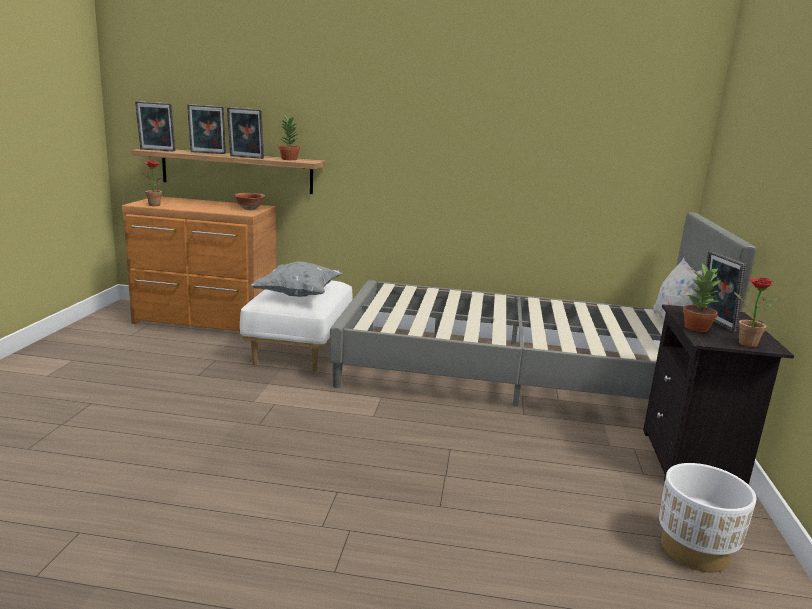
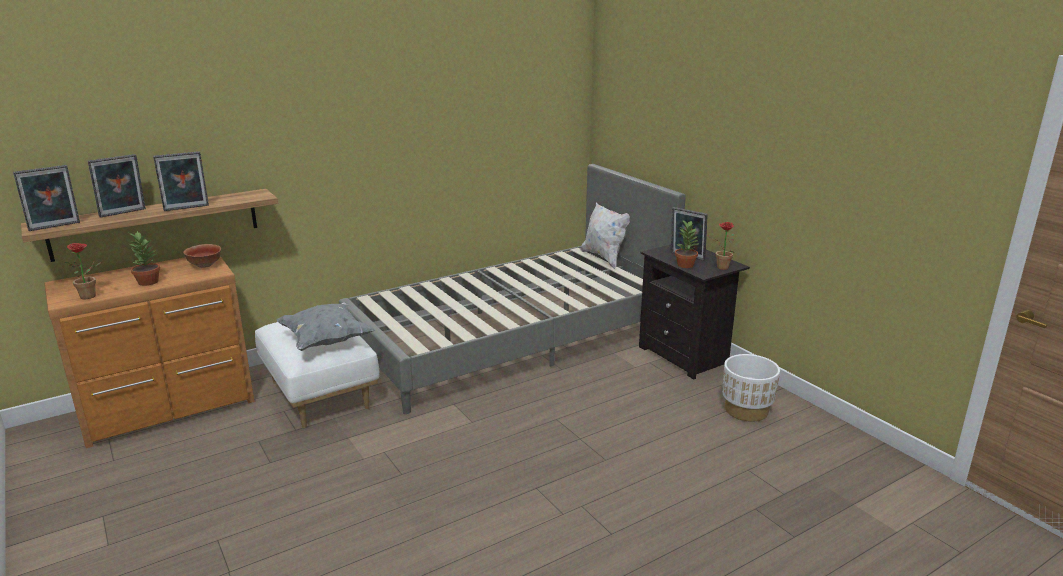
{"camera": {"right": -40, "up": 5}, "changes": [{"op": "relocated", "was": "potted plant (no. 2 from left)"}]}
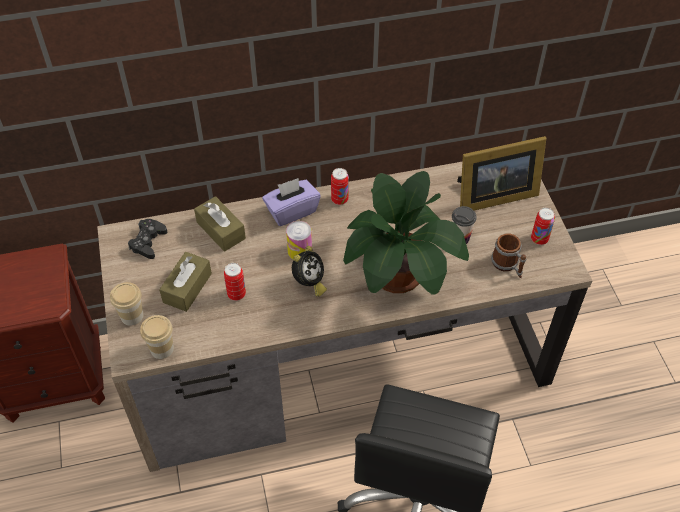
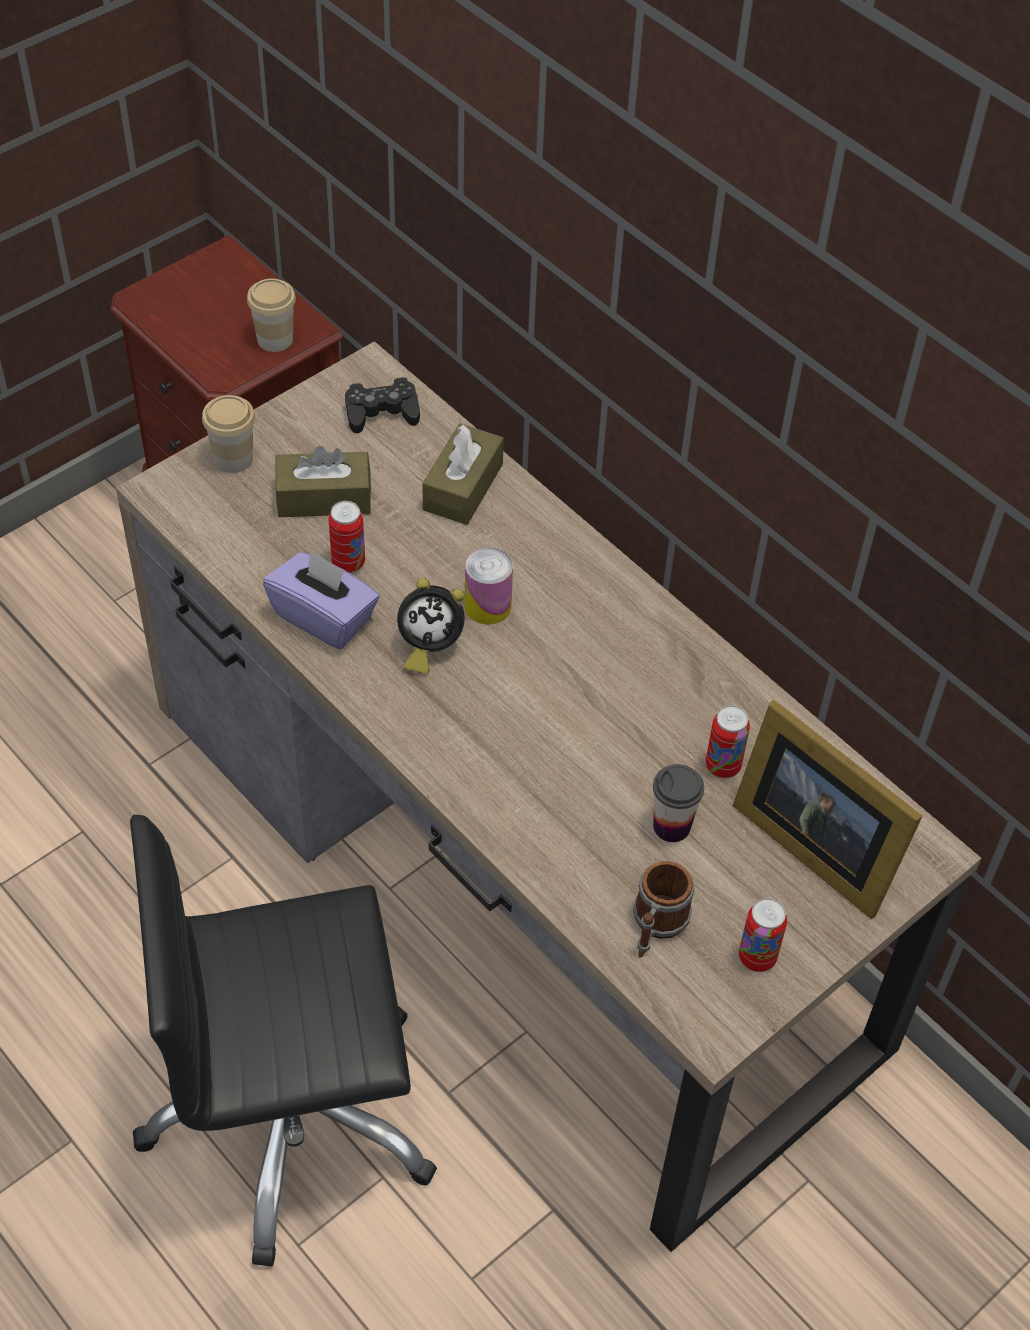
{"camera": {"right": 60, "up": 0}, "changes": [{"op": "relocated", "was": "cup (no. 2 from left)"}, {"op": "relocated", "was": "purple tissue box"}, {"op": "relocated", "was": "can (no. 3 from left)"}, {"op": "missing", "was": "potted plant"}]}
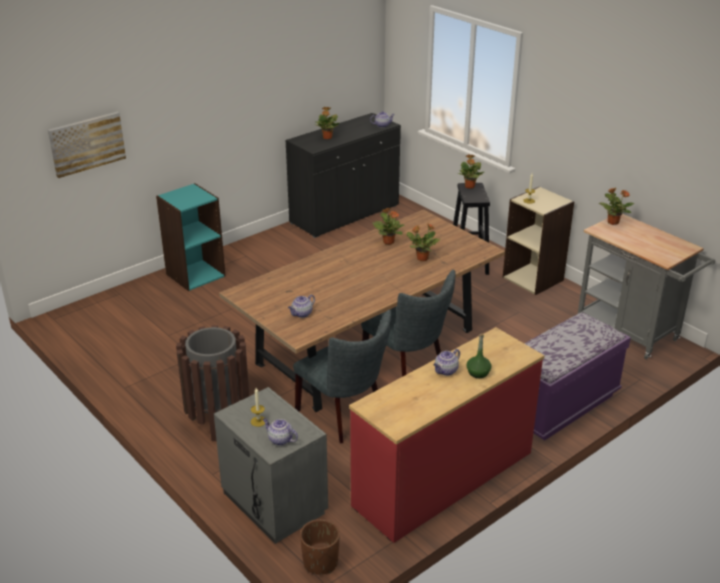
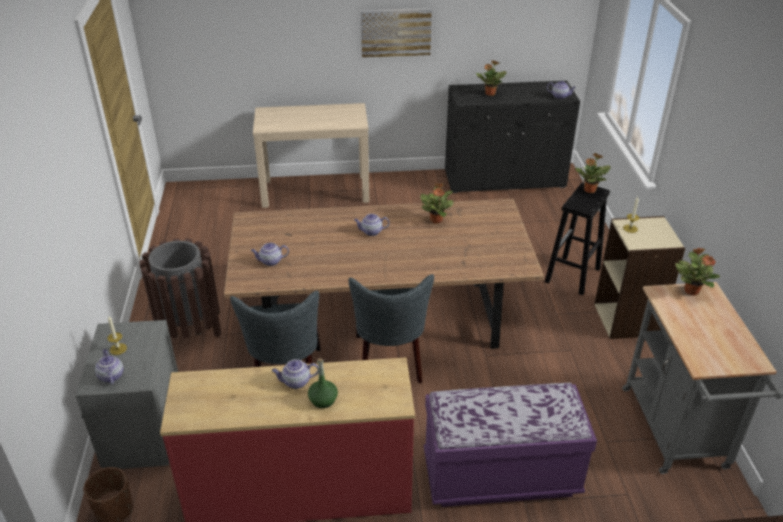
{"camera": {"right": 35, "up": 5}, "changes": [{"op": "exchanged", "was": "turquoise bookcase", "now": "beige console table"}, {"op": "appeared", "now": "teapot (no. 4 from left)"}, {"op": "relocated", "was": "picture"}, {"op": "missing", "was": "potted plant (no. 3 from left)"}]}
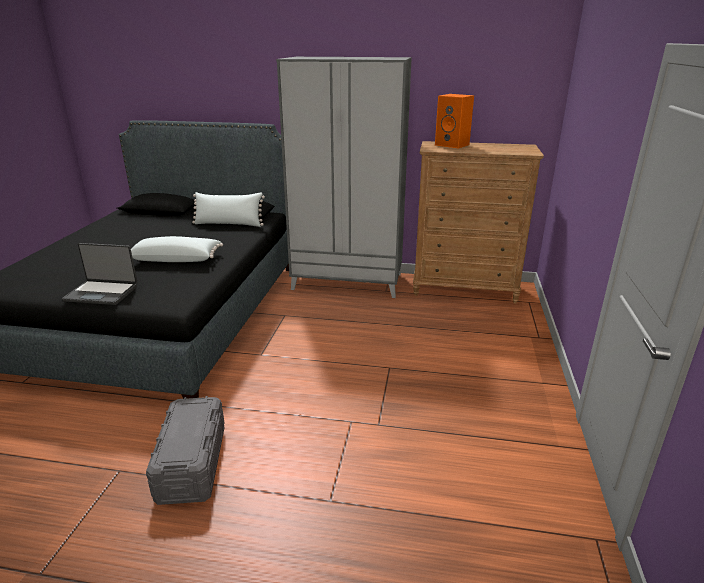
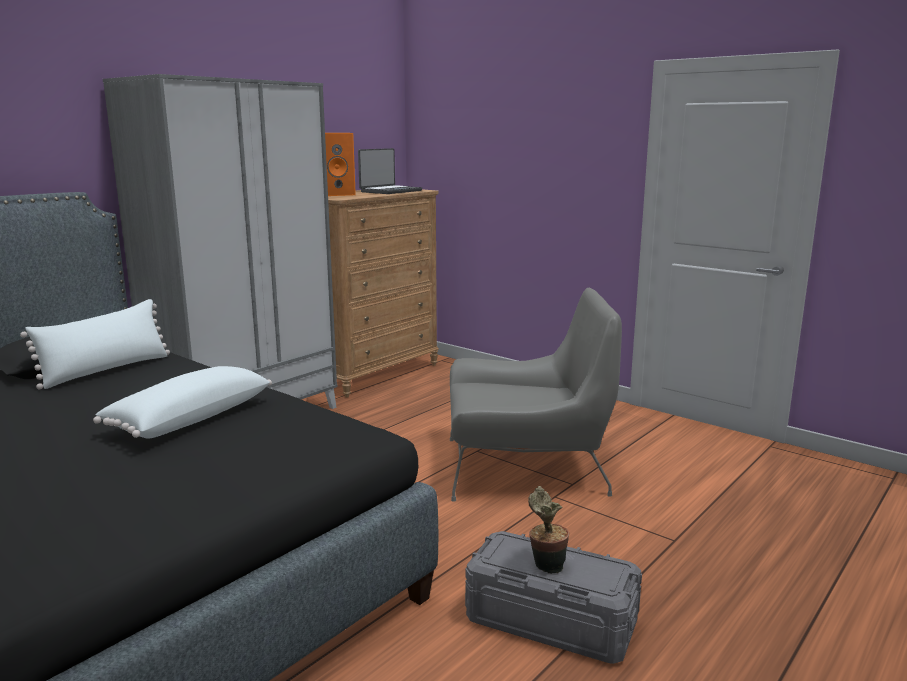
{"camera": {"right": -60, "up": -10}, "changes": [{"op": "relocated", "was": "laptop"}, {"op": "appeared", "now": "grey armchair"}, {"op": "appeared", "now": "potted plant"}]}
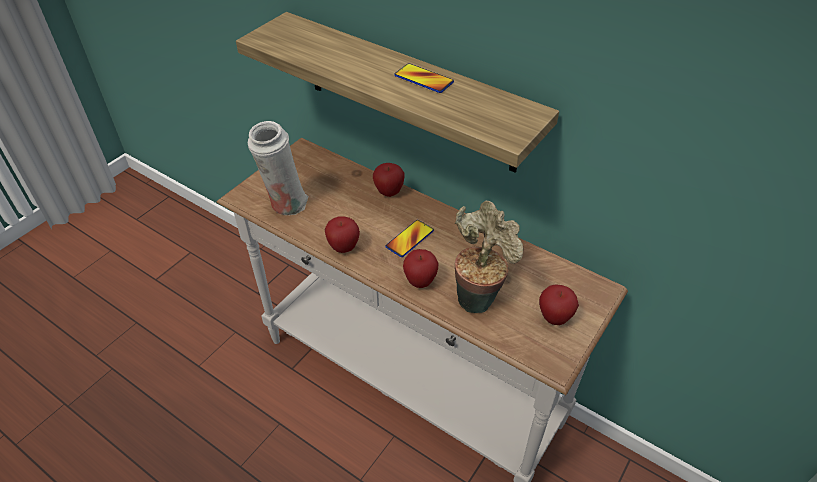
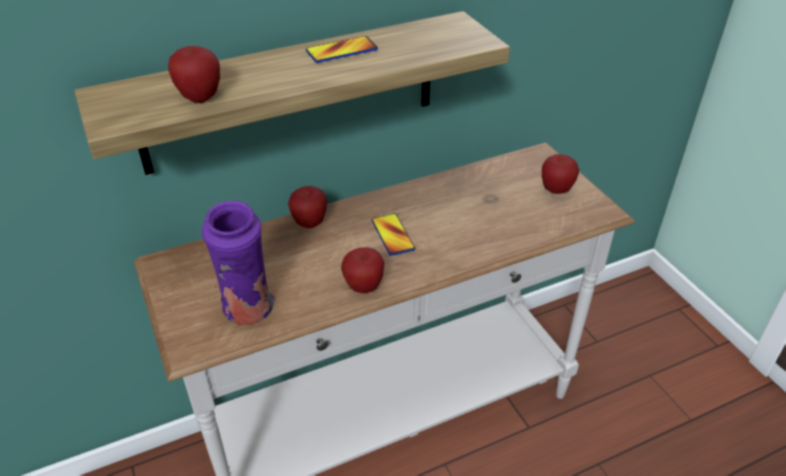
{"camera": {"right": -60, "up": -5}, "changes": [{"op": "relocated", "was": "apple (no. 3 from left in the first image)", "now": "apple (no. 1 from left)"}, {"op": "colour", "was": "white vase", "now": "purple vase"}, {"op": "missing", "was": "potted plant"}]}
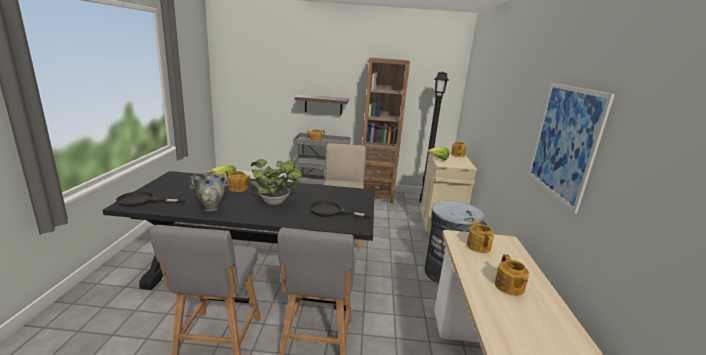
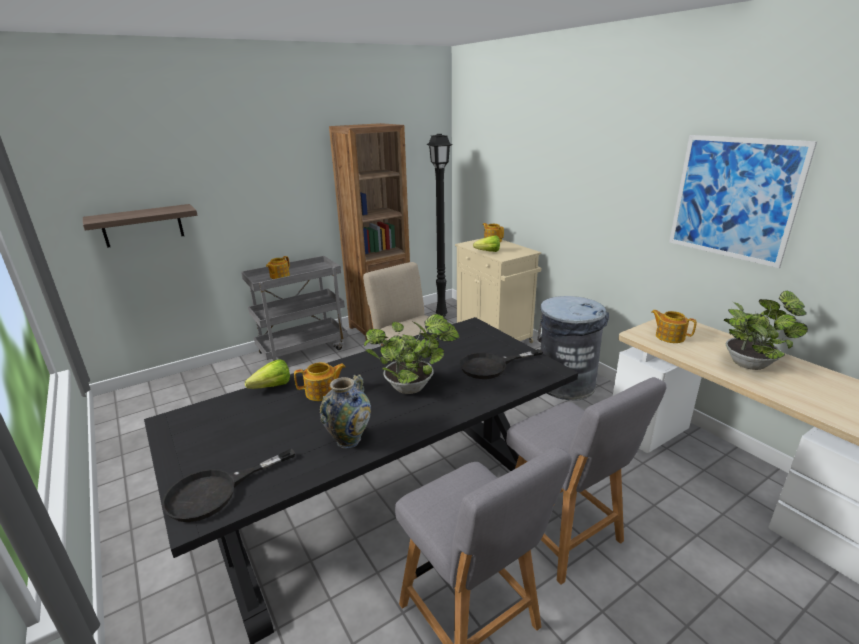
{"camera": {"right": -35, "up": 5}, "changes": [{"op": "relocated", "was": "shelf"}, {"op": "exchanged", "was": "teapot (no. 5 from left)", "now": "potted plant (no. 2 from left)"}]}
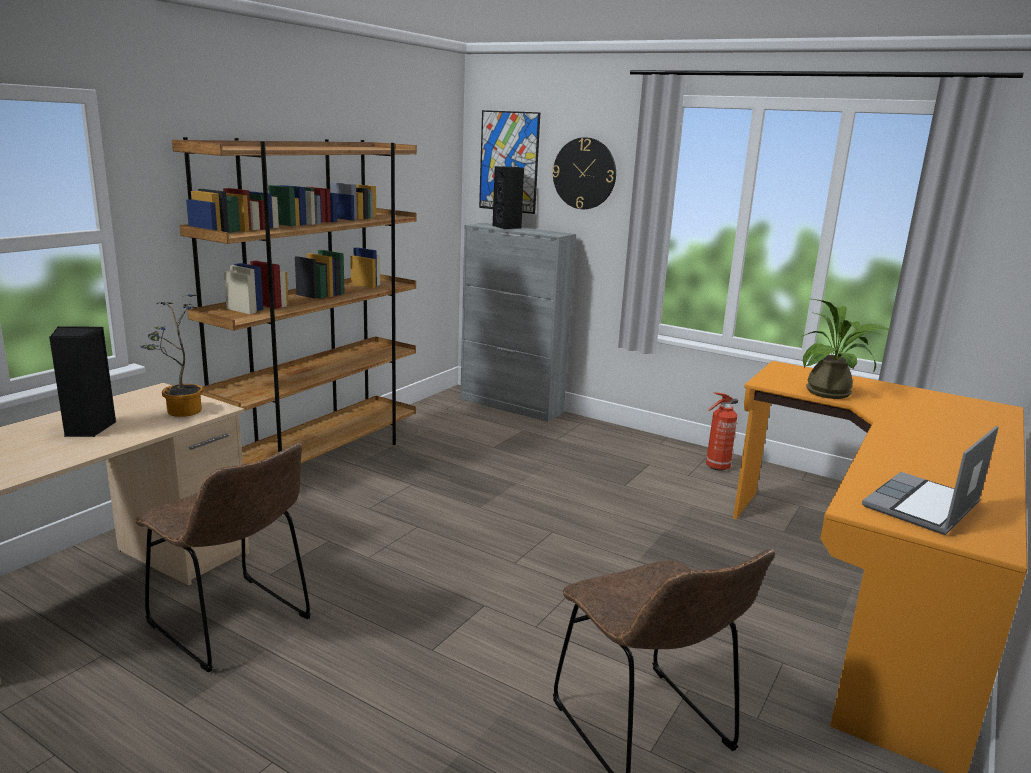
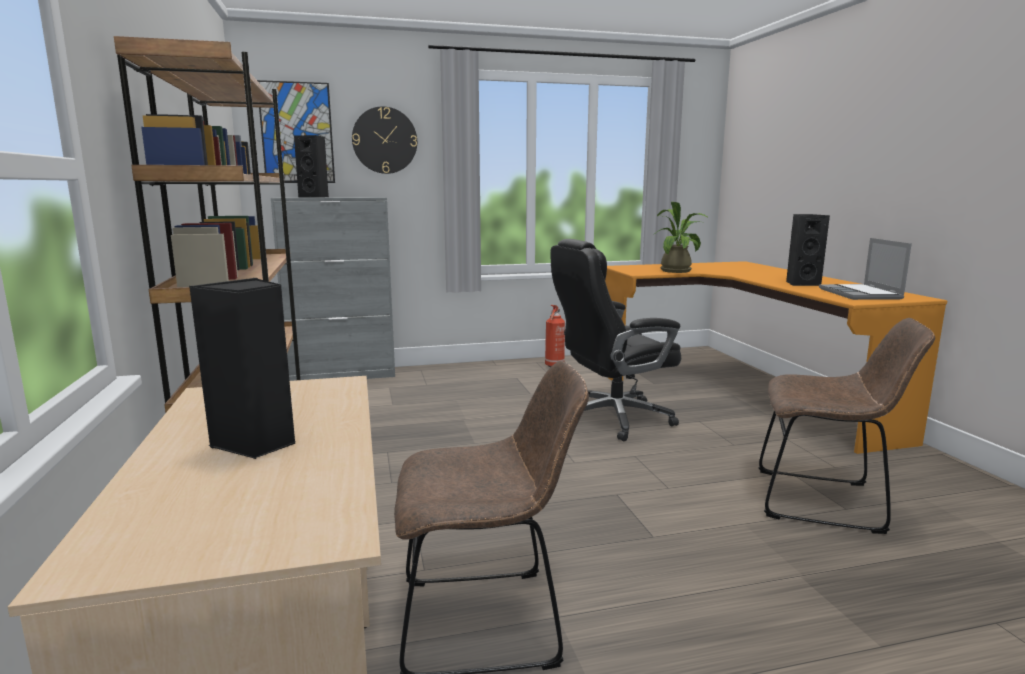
{"camera": {"right": -45, "up": -5}, "changes": [{"op": "appeared", "now": "black office chair"}, {"op": "appeared", "now": "black speaker (no. 3 from left)"}, {"op": "missing", "was": "potted plant (no. 1 from left)"}]}
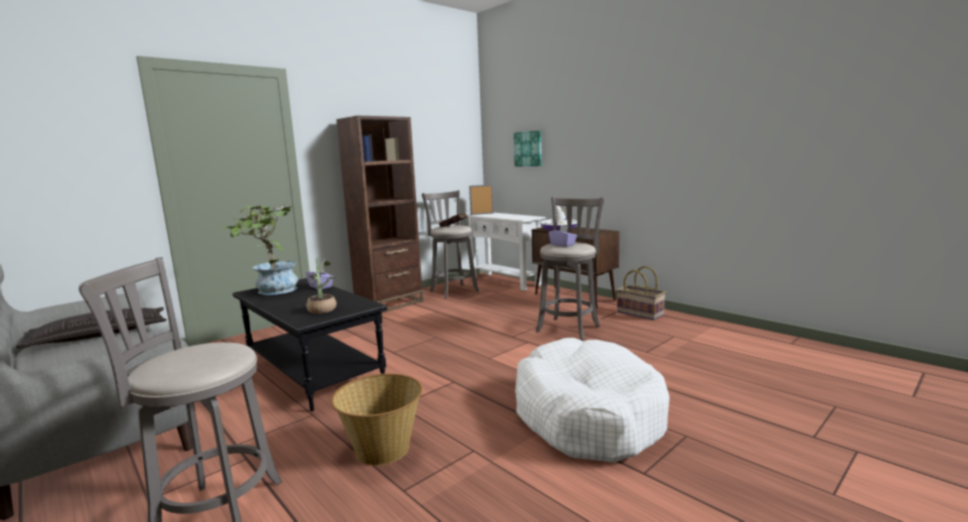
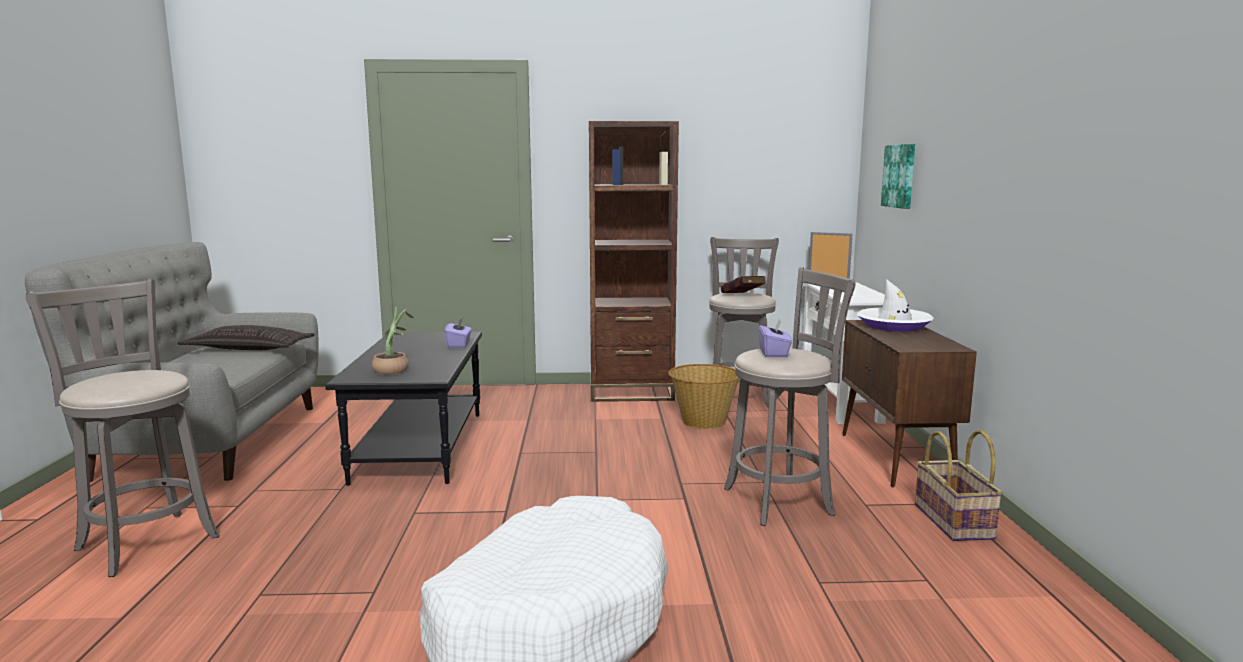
{"camera": {"right": 40, "up": 0}, "changes": [{"op": "relocated", "was": "basket (no. 1 from left)"}, {"op": "missing", "was": "potted plant (no. 1 from left)"}]}
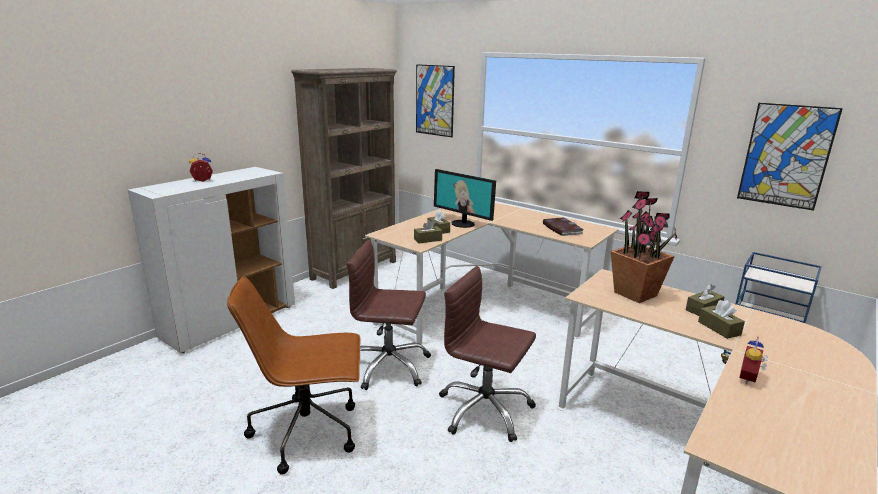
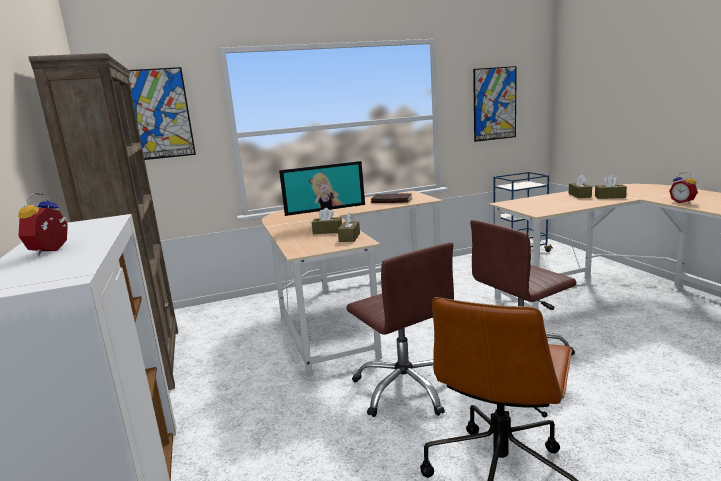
{"camera": {"right": -55, "up": -5}, "changes": [{"op": "spun", "was": "brown office chair (no. 2 from left in the first image)", "clockwise": -75}, {"op": "missing", "was": "potted plant"}]}
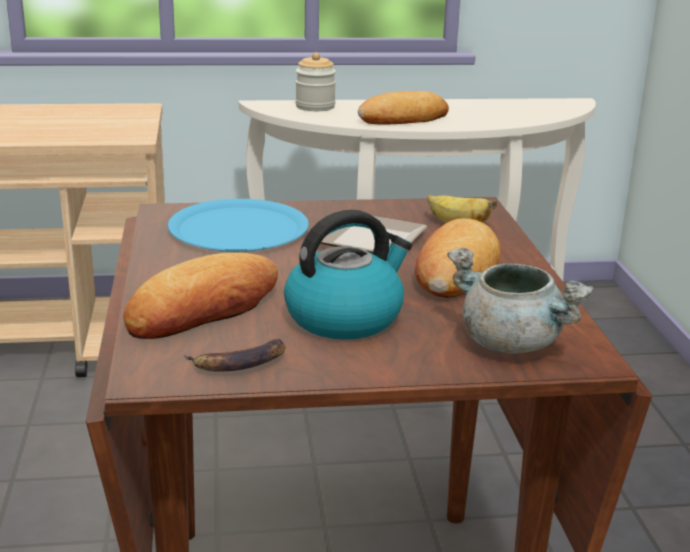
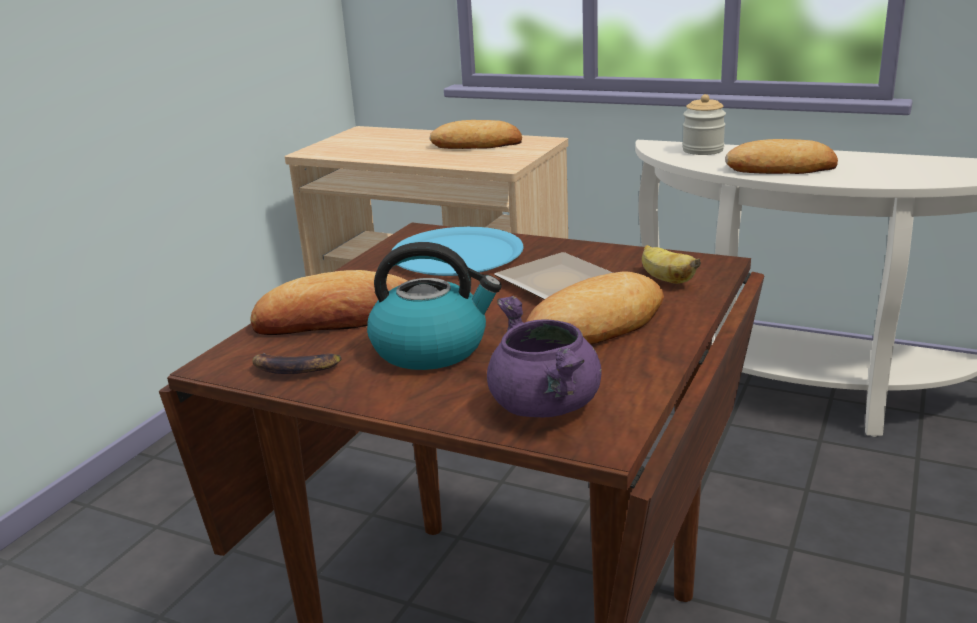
{"camera": {"right": 35, "up": 0}, "changes": [{"op": "appeared", "now": "bread (no. 2 from left)"}, {"op": "colour", "was": "grey cooking pot", "now": "purple cooking pot"}]}
